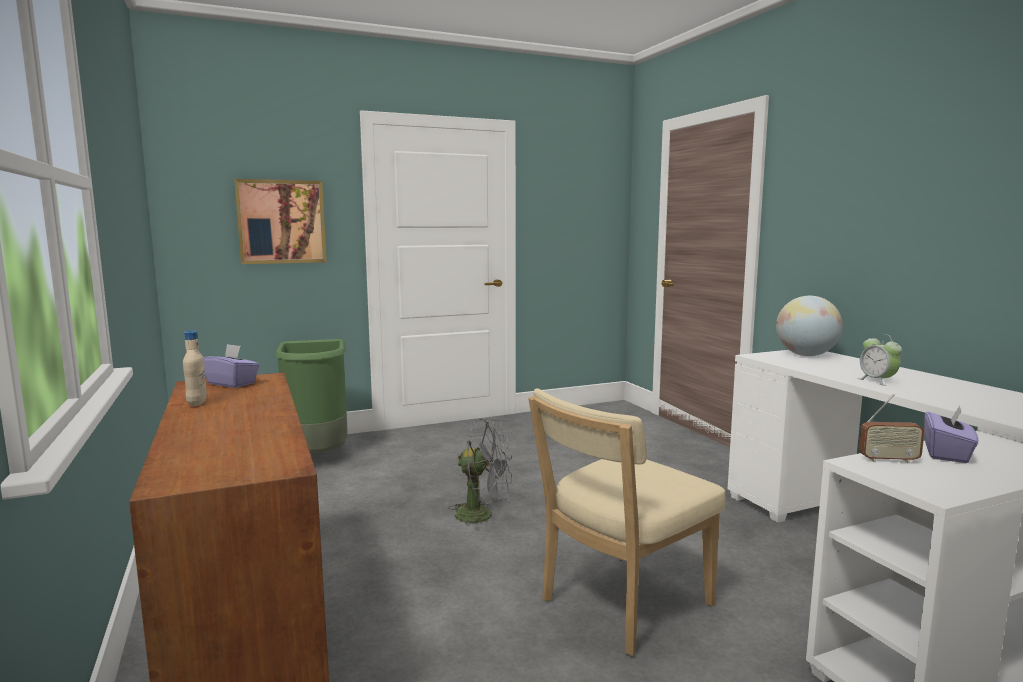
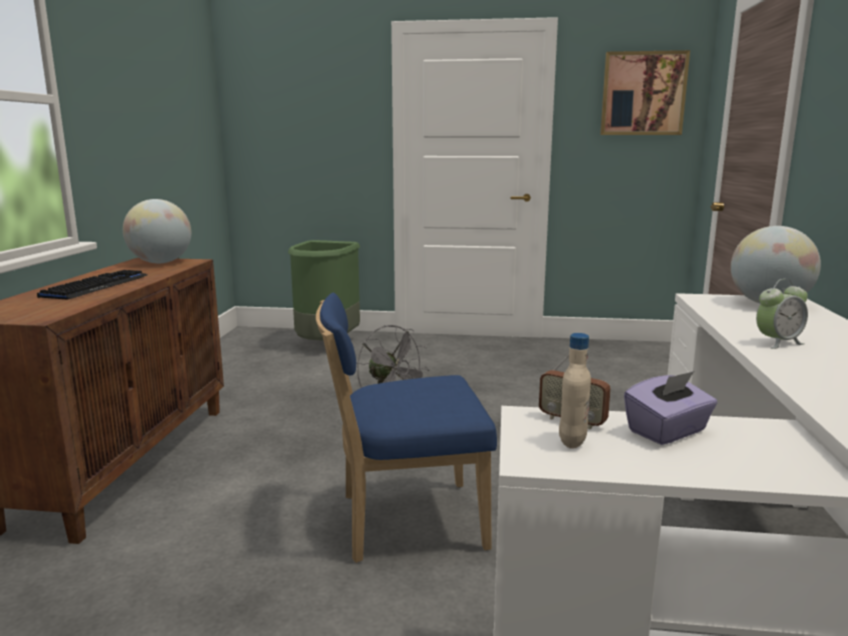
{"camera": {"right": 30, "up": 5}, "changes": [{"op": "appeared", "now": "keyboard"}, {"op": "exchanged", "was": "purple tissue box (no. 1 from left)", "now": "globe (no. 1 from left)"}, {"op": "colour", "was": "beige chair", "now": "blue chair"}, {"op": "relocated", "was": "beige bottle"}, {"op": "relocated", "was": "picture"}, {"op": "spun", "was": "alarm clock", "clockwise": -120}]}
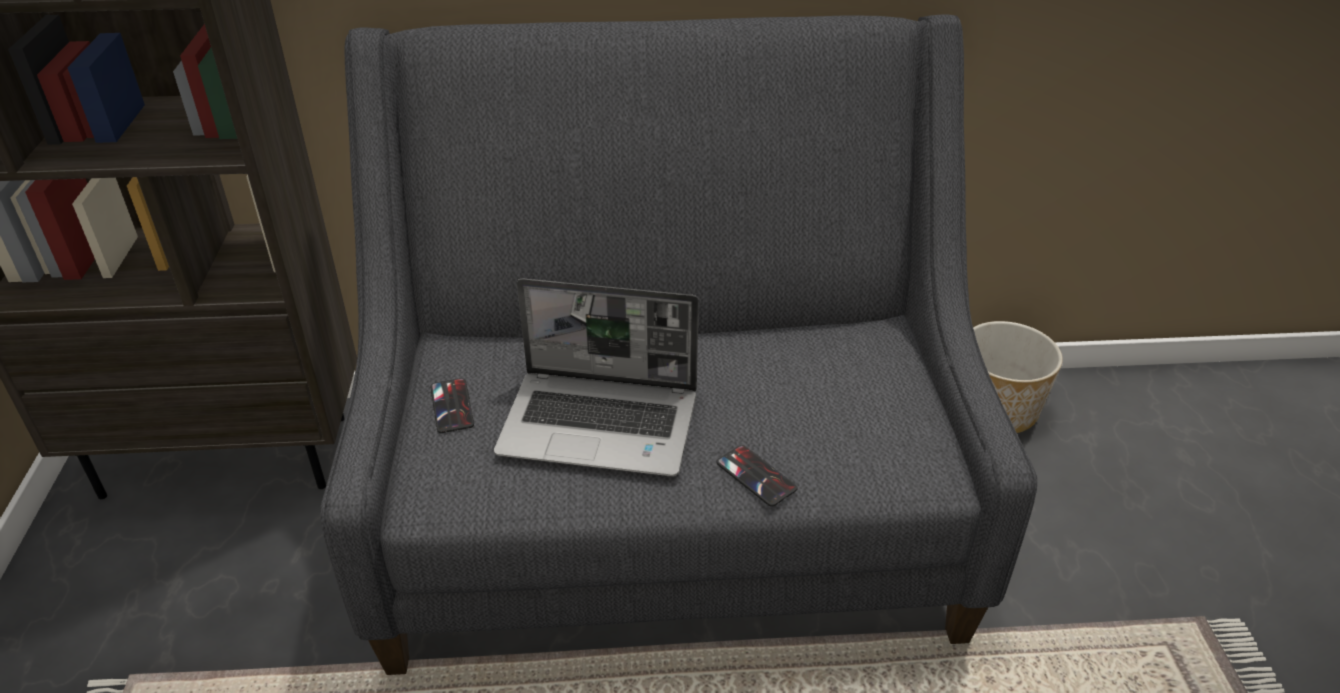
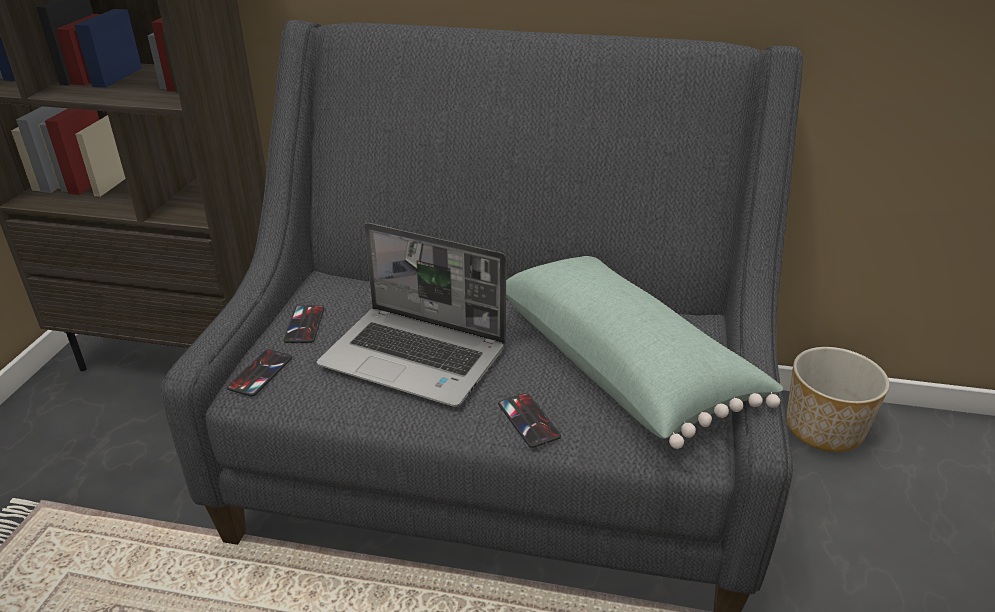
{"camera": {"right": 15, "up": -5}, "changes": [{"op": "appeared", "now": "phone (no. 1 from left)"}, {"op": "appeared", "now": "green pillow"}]}
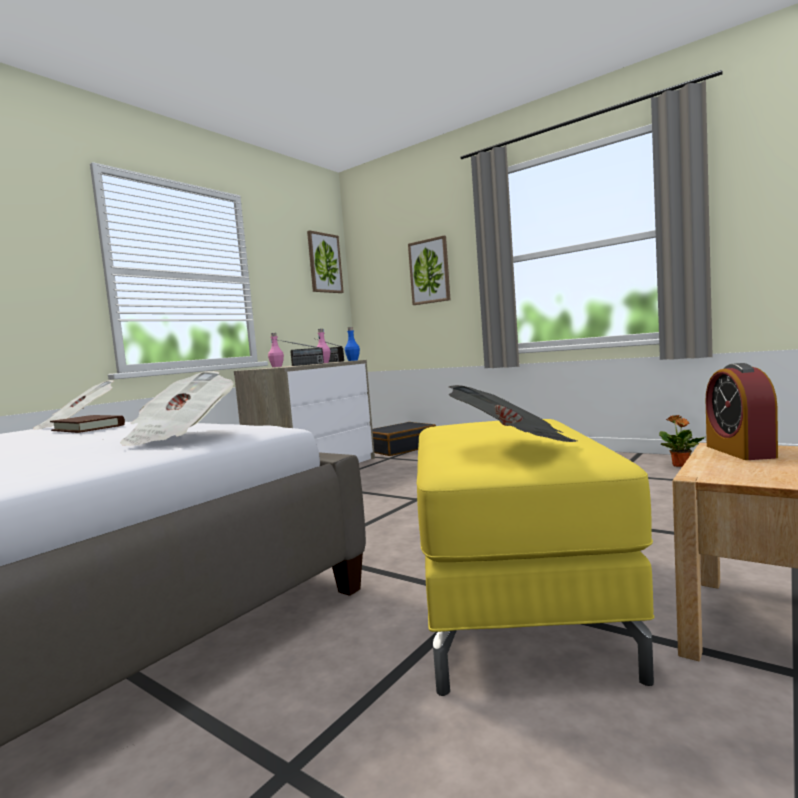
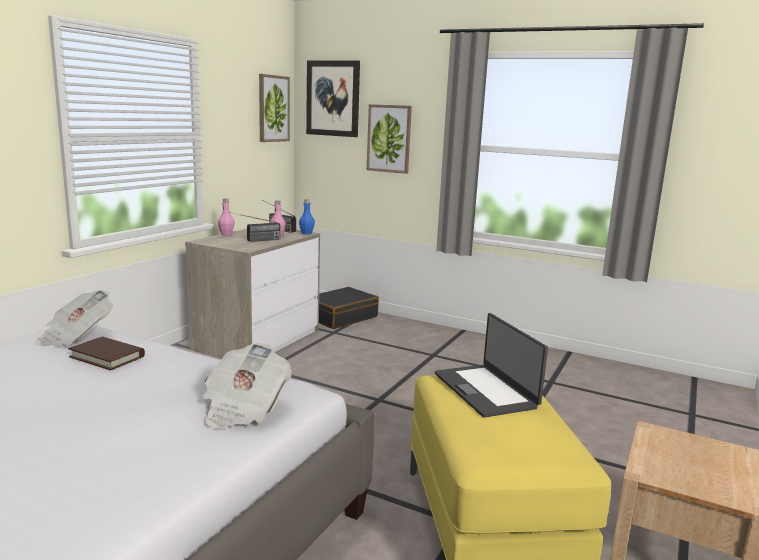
{"camera": {"right": -10, "up": 10}, "changes": [{"op": "appeared", "now": "picture (no. 2 from left)"}, {"op": "appeared", "now": "laptop"}, {"op": "missing", "was": "newspaper (no. 3 from left)"}, {"op": "missing", "was": "potted plant"}, {"op": "missing", "was": "alarm clock"}]}
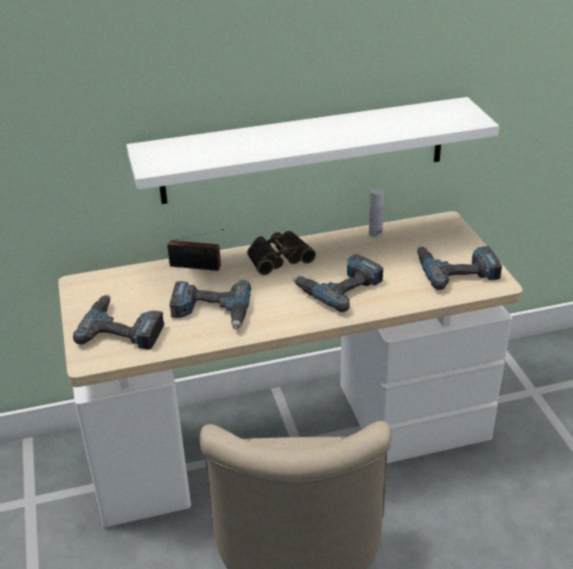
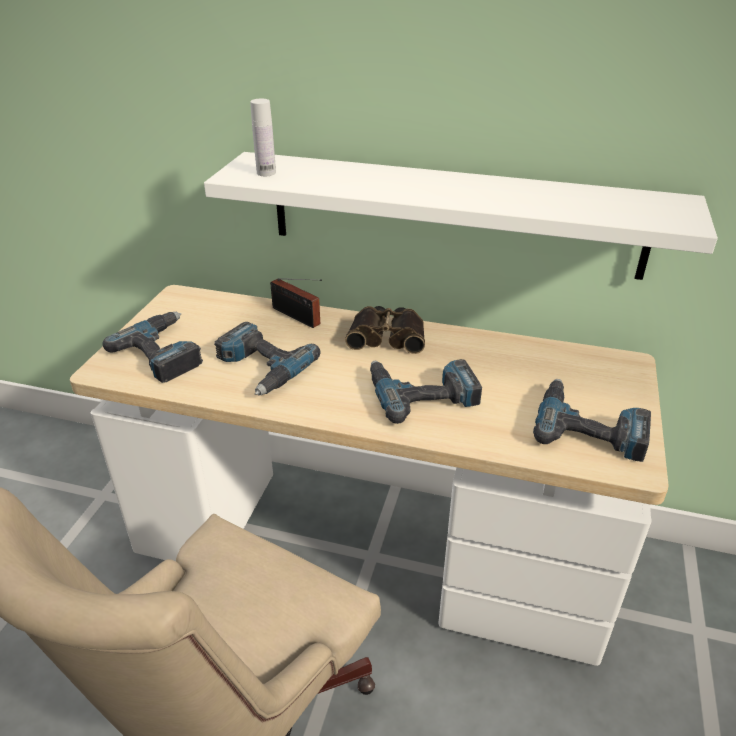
{"camera": {"right": 30, "up": 0}, "changes": [{"op": "relocated", "was": "white bottle"}]}
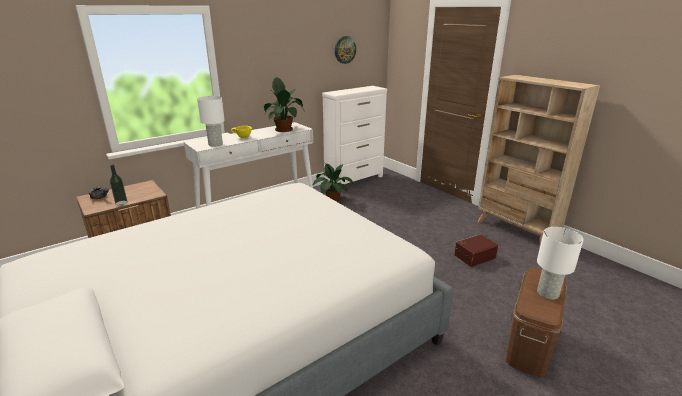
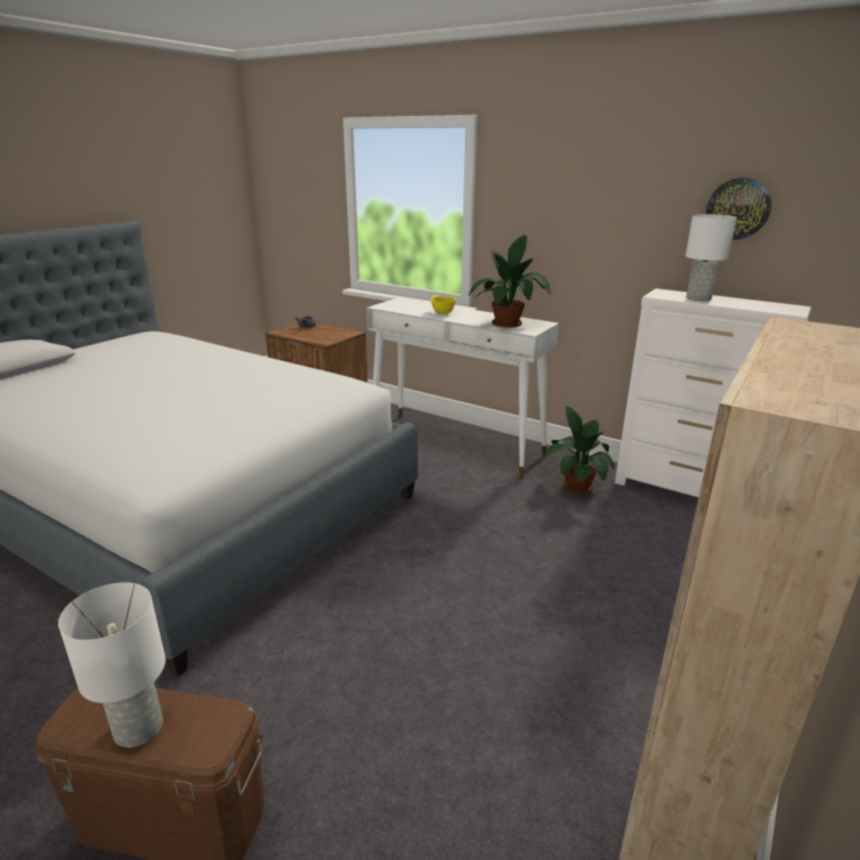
{"camera": {"right": 70, "up": 0}, "changes": [{"op": "relocated", "was": "white table lamp (no. 1 from left in the first image)", "now": "white table lamp (no. 2 from left)"}, {"op": "missing", "was": "bottle"}, {"op": "missing", "was": "brown storage box (no. 1 from left)"}]}
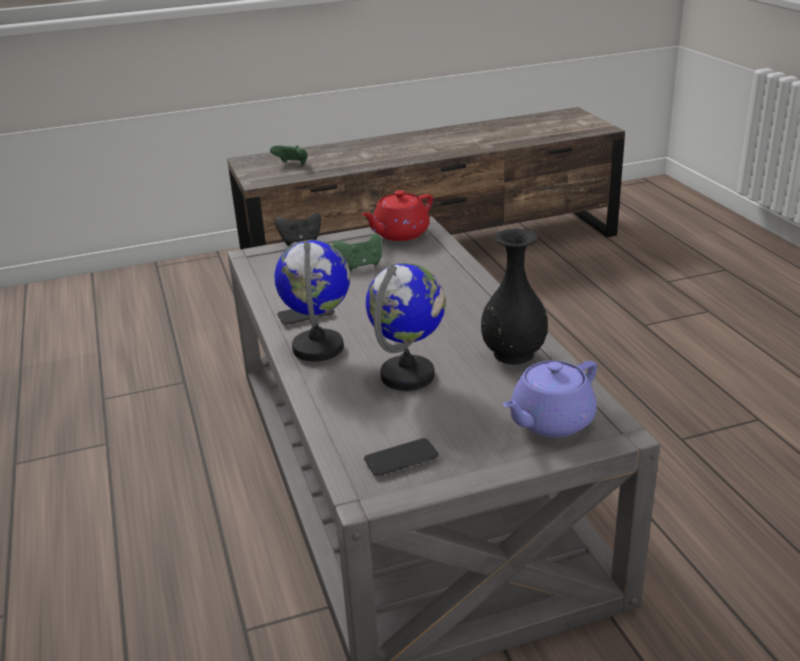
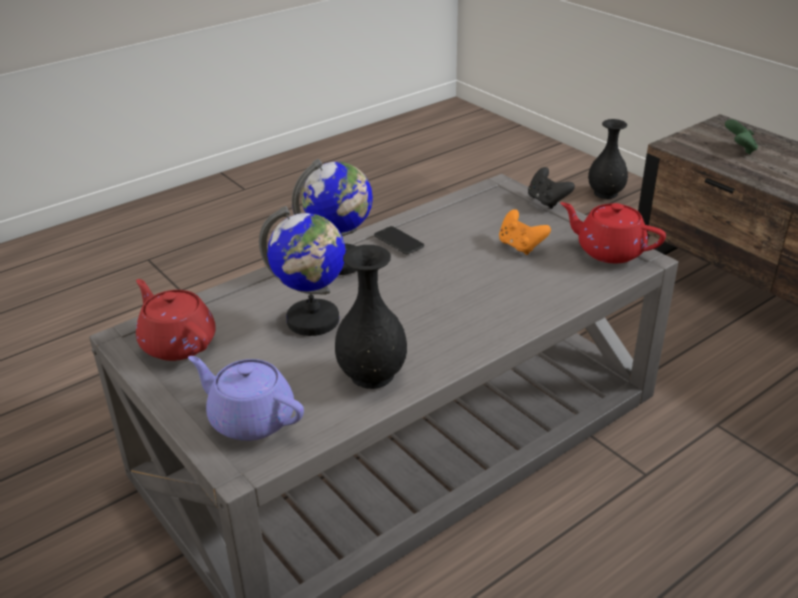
{"camera": {"right": 70, "up": 5}, "changes": [{"op": "exchanged", "was": "phone (no. 2 from left)", "now": "red teapot (no. 1 from left)"}, {"op": "colour", "was": "green game controller (no. 2 from left)", "now": "orange game controller"}, {"op": "appeared", "now": "black vase (no. 2 from left)"}]}
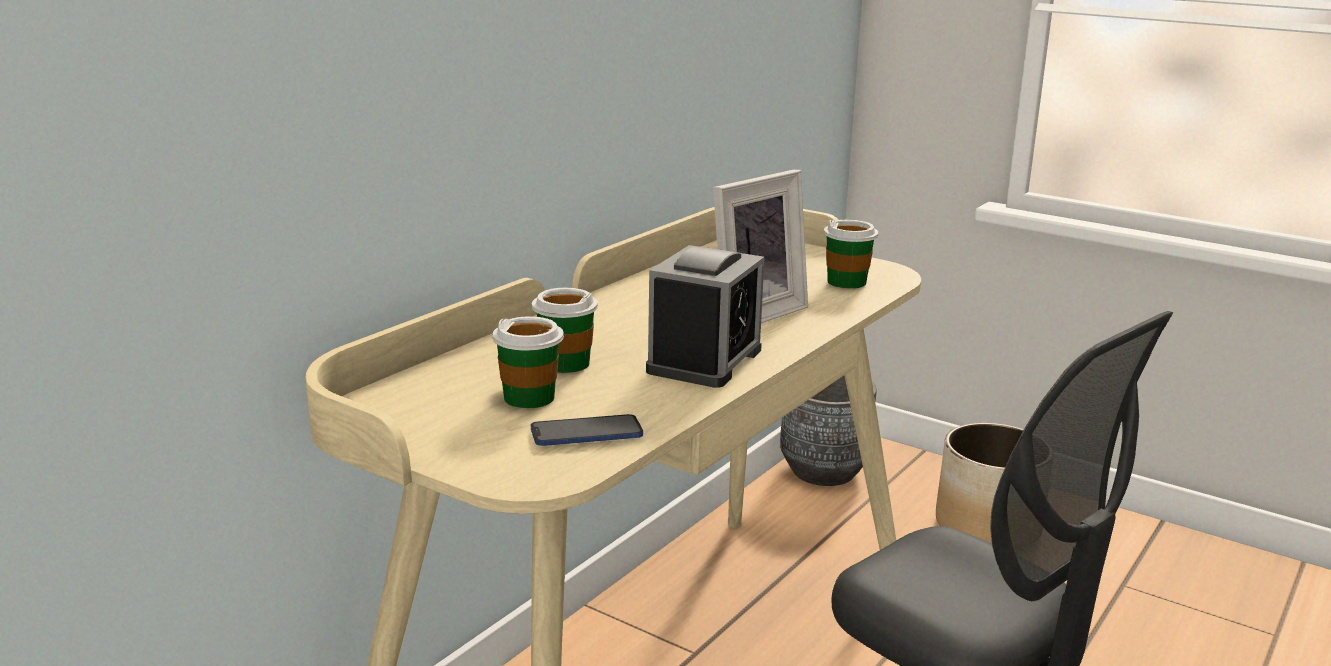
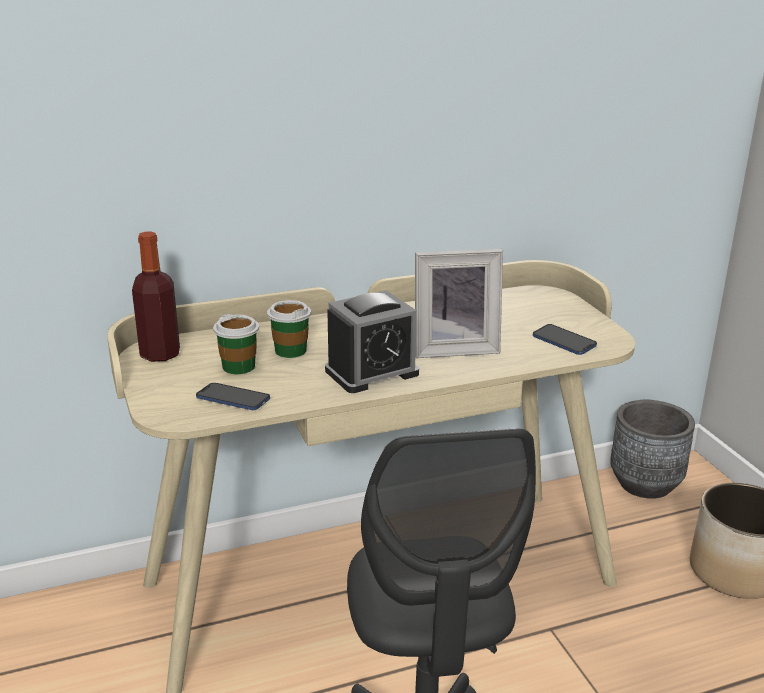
{"camera": {"right": 35, "up": 5}, "changes": [{"op": "appeared", "now": "bottle"}, {"op": "exchanged", "was": "cup (no. 3 from left)", "now": "phone (no. 2 from left)"}]}
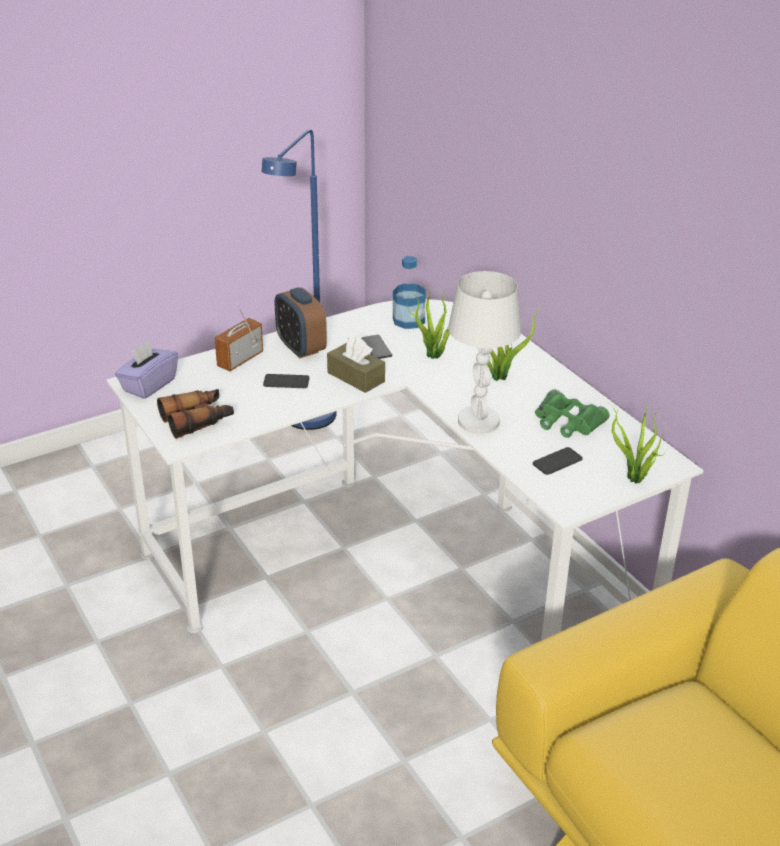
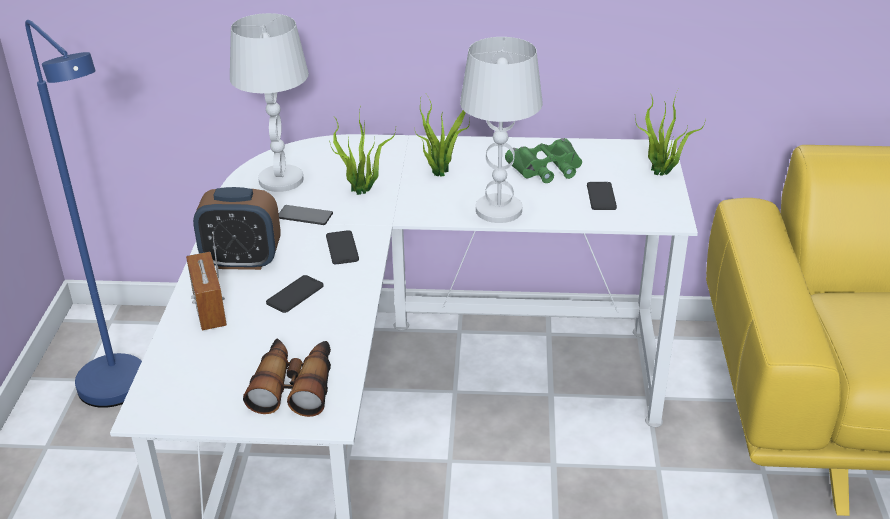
{"camera": {"right": -55, "up": 0}, "changes": [{"op": "exchanged", "was": "bottle", "now": "white table lamp (no. 1 from left)"}, {"op": "exchanged", "was": "brown tissue box", "now": "phone (no. 3 from left)"}, {"op": "missing", "was": "purple tissue box"}]}
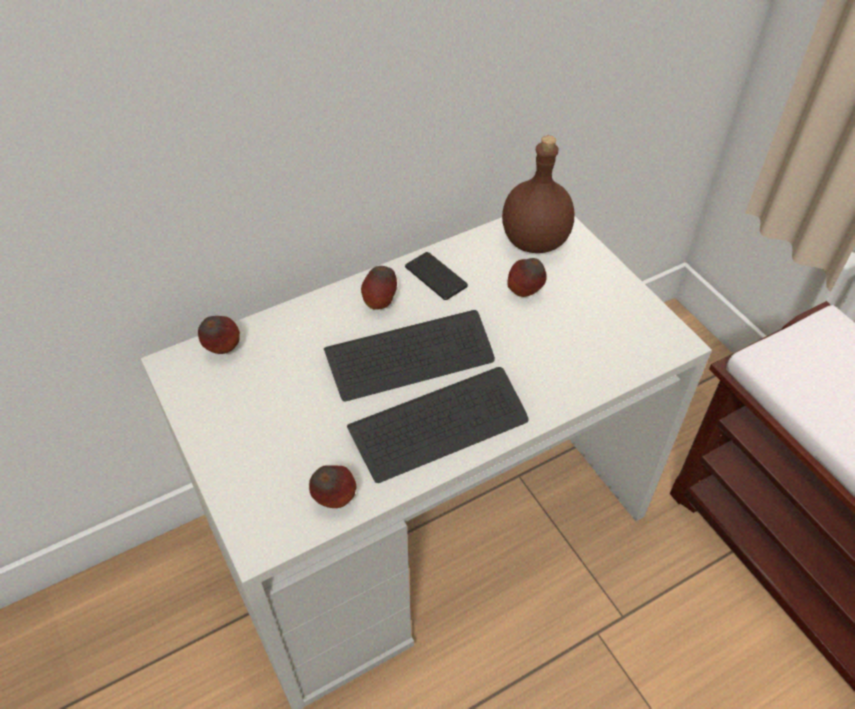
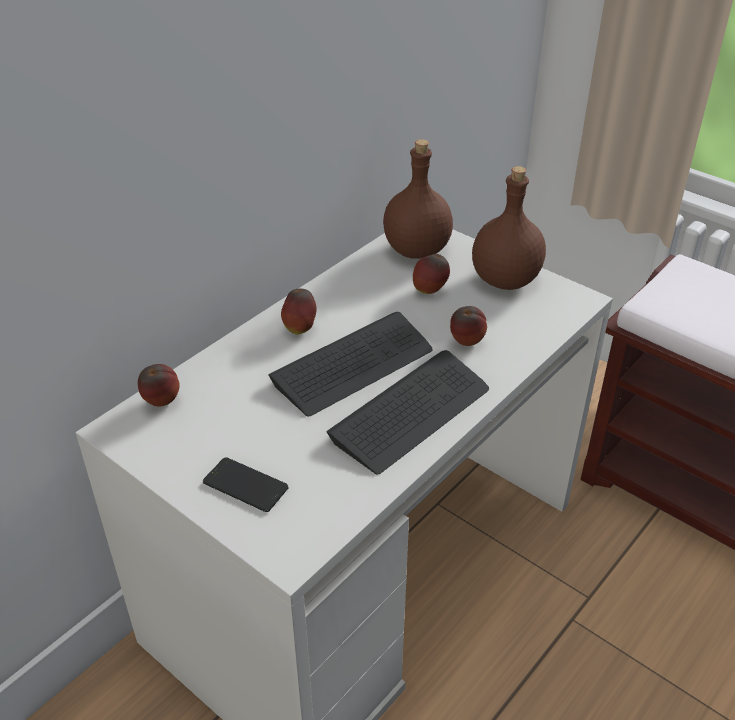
{"camera": {"right": -20, "up": -10}, "changes": [{"op": "relocated", "was": "phone"}, {"op": "relocated", "was": "apple (no. 2 from left in the first image)", "now": "apple (no. 4 from left)"}, {"op": "appeared", "now": "brown bottle (no. 2 from left)"}]}
